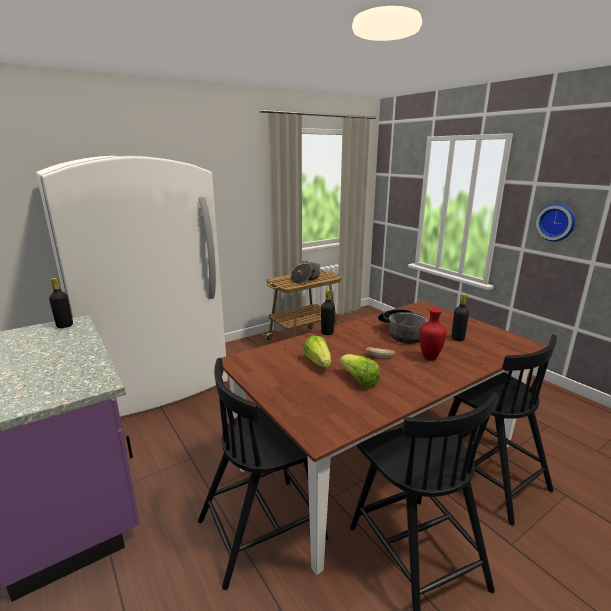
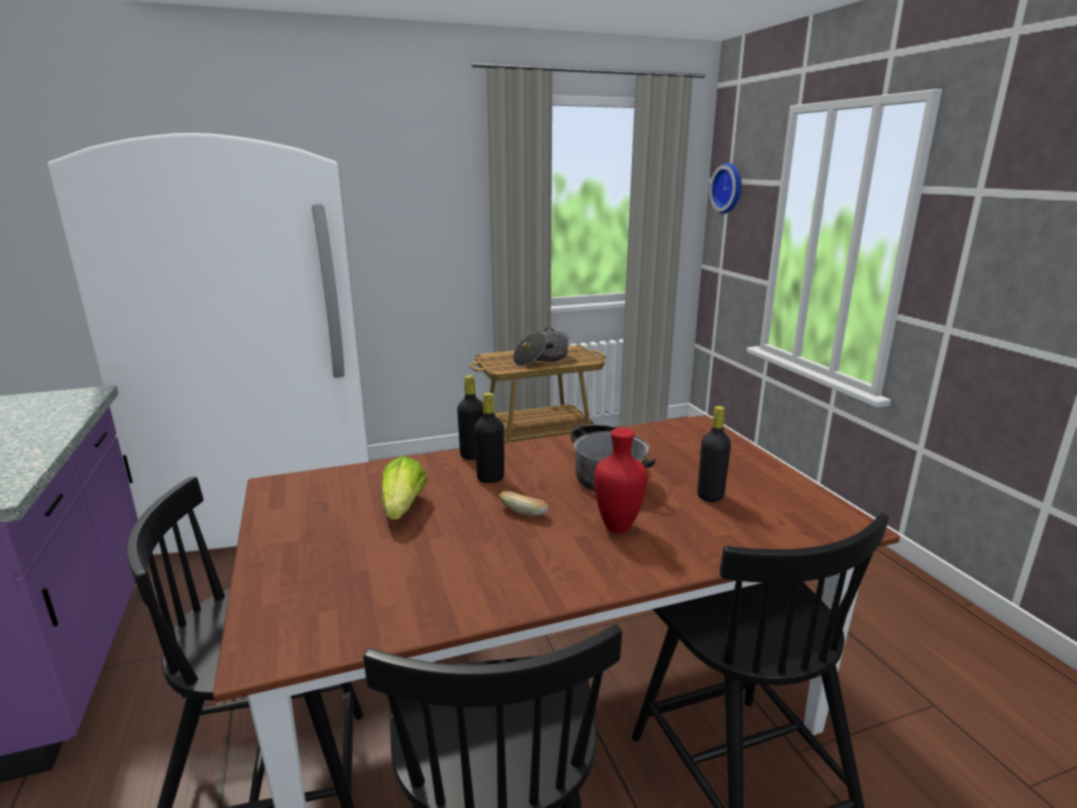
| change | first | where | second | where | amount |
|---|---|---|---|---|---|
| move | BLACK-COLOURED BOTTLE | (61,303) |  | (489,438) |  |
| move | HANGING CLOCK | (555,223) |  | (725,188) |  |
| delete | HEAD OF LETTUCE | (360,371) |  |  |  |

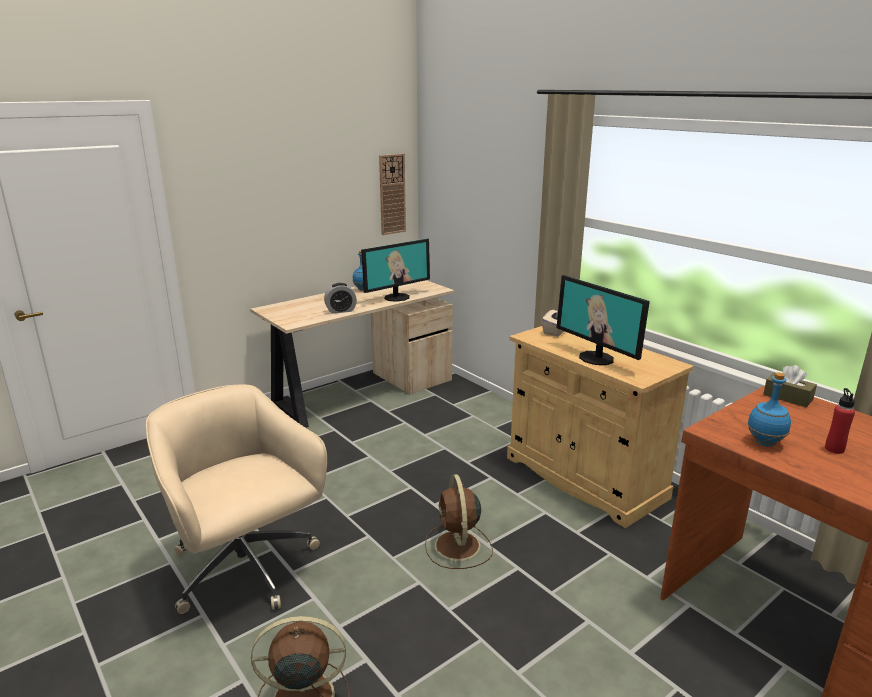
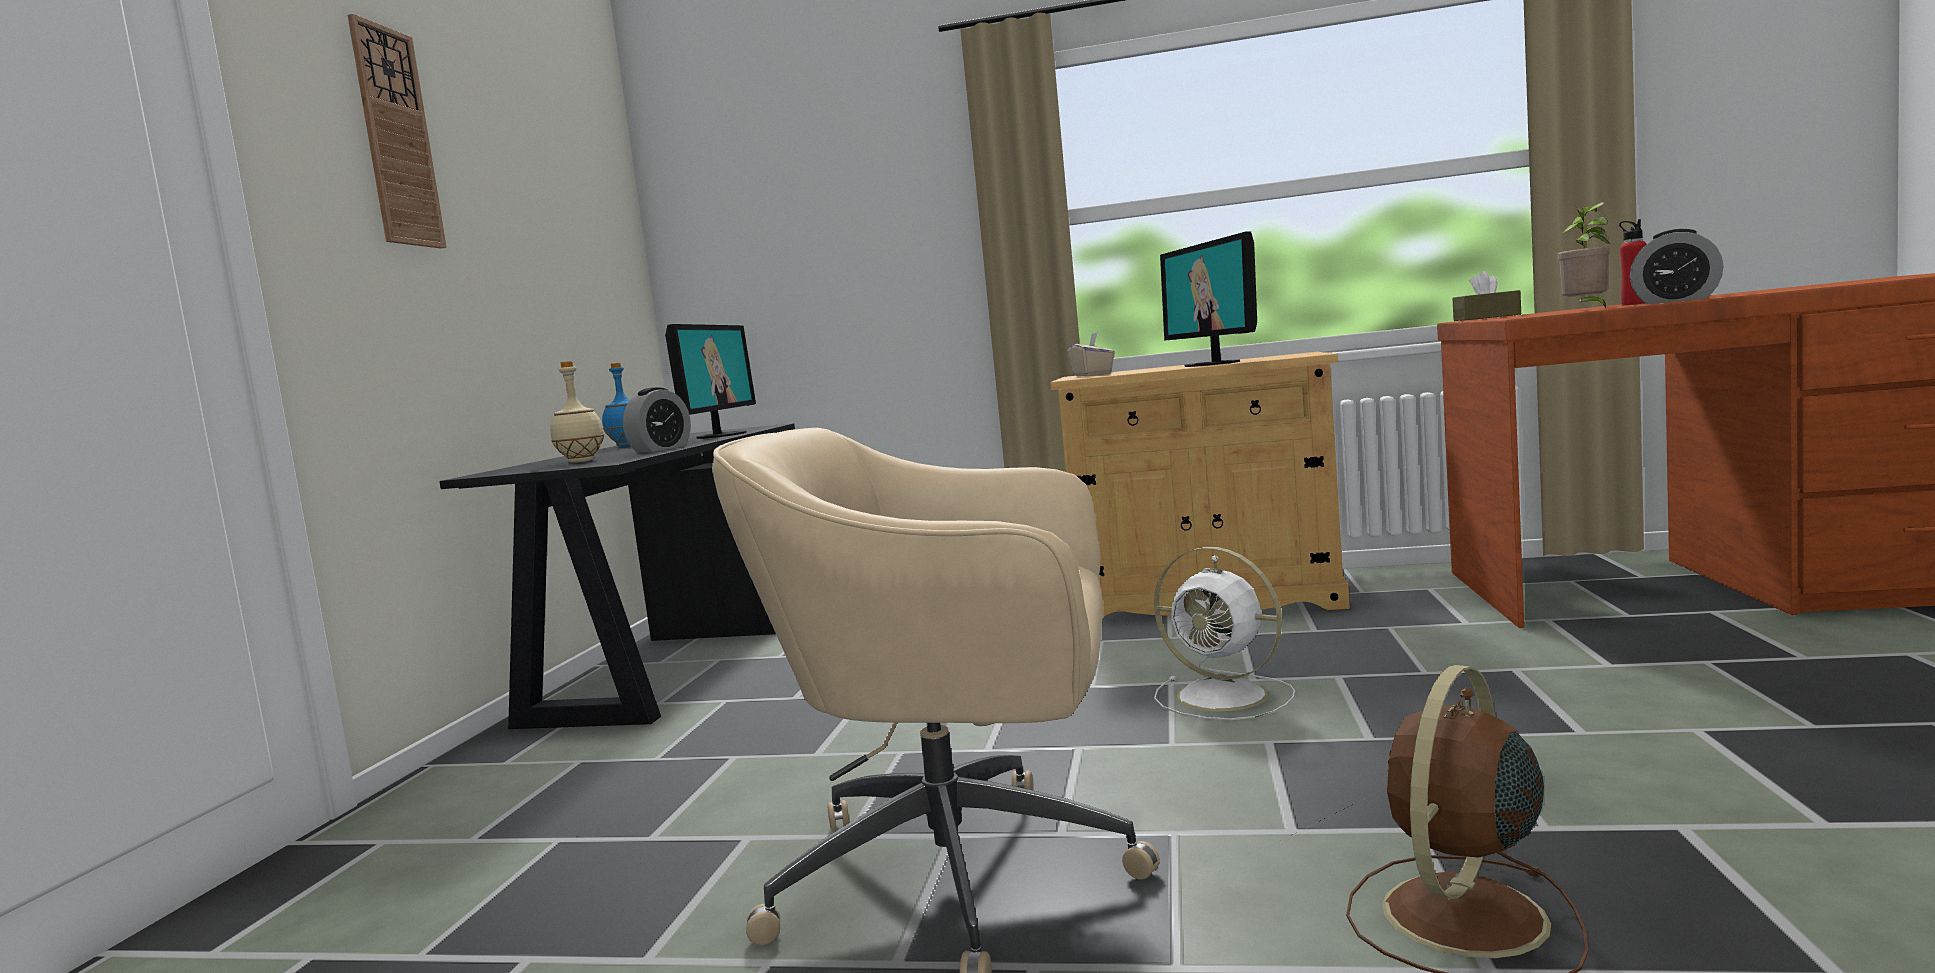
| change | first | where | second | where | amount |
|---|---|---|---|---|---|
| move | HANGING CLOCK | (392,194) |  | (397,131) |  |
| recolor | BEIGE-COLOURED DESK UNIT | (352,354) | BLACK-COLOURED DESK UNIT | (617,576) |  |
| insert |  |  | BEIGE-COLOURED BOTTLE | (577,412) |  |
| recolor | BROWN FAN | (459,521) | WHITE FAN | (1224,633) |  |
| rotate | COMPUTER SCREEN | (603,320) |  | (1208,299) | 60 degrees clockwise |
| replace | BLUE-COLOURED BOTTLE | (769,409) | POTTED PLANT | (1583,255) |  |
| insert |  |  | ALARM CLOCK | (1677,266) |  |

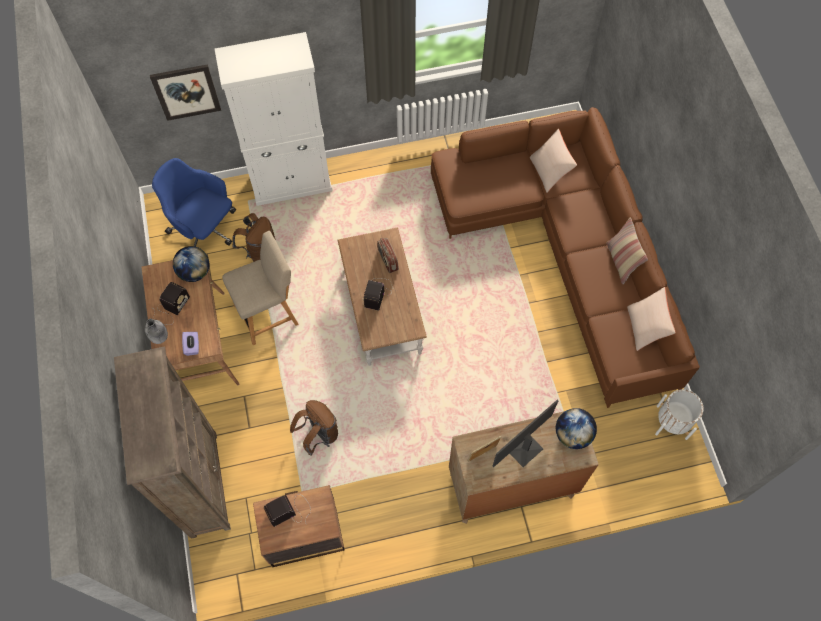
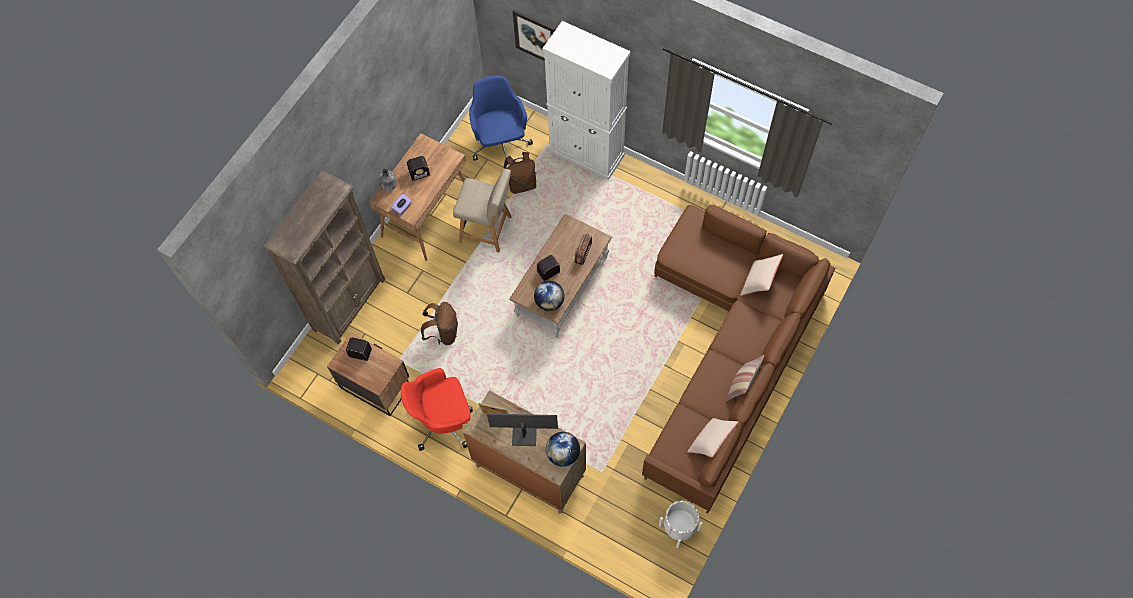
| change | first | where | second | where | amount |
|---|---|---|---|---|---|
| insert |  |  | RED-COLOURED DESK CHAIR | (437,409) |  |
| move | DESK GLOBE | (191,264) |  | (549,296) |  |

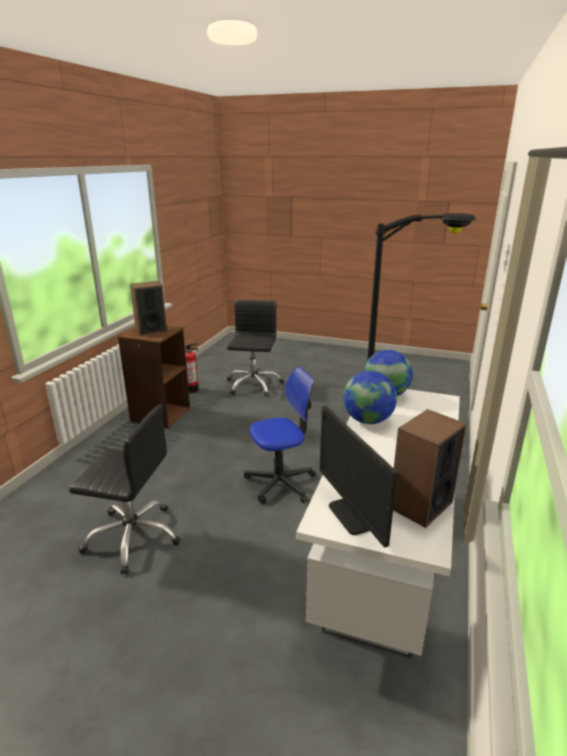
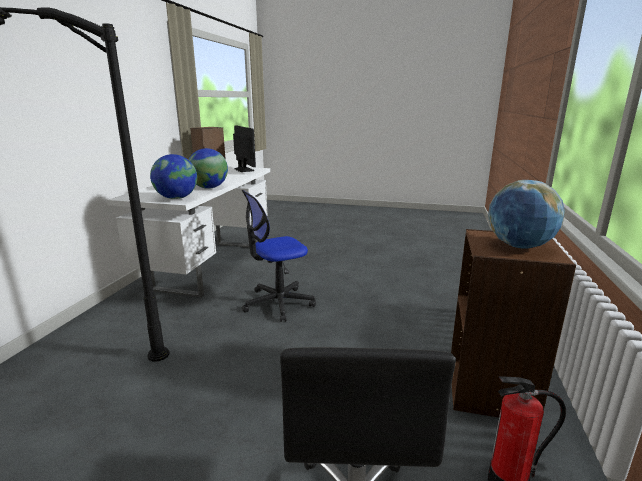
| change | first | where | second | where | amount |
|---|---|---|---|---|---|
| replace | SPEAKER | (148,308) | DESK GLOBE | (526,214) |  |
| delete | BLACK-COLOURED DESK CHAIR | (125,489) |  |  |  |

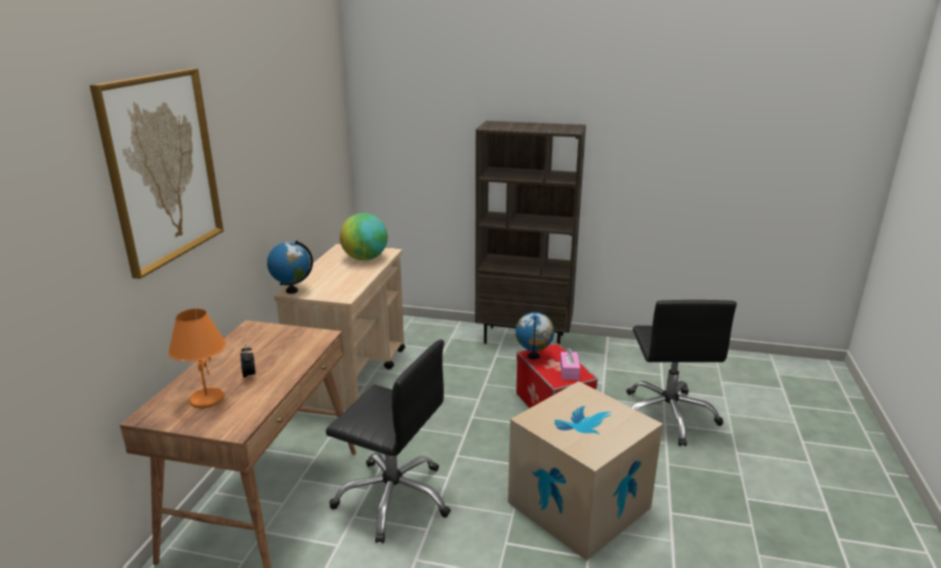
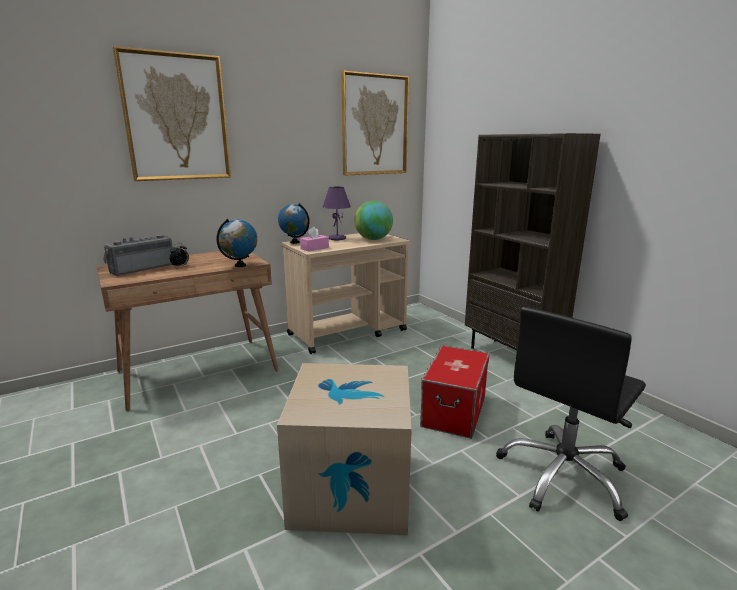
| change | first | where | second | where | amount |
|---|---|---|---|---|---|
| replace | ORANGE LAMP FOR A TABLE | (197,358) | RADIO SET | (138,255) |  |
| move | DESK GLOBE | (534,336) |  | (236,243) |  |
| move | PINK TISSUE HOLDER | (570,364) |  | (314,239) |  |
| insert |  |  | PURPLE LAMP FOR A TABLE | (337,213) |  |
| insert |  |  | PICTURE | (375,123) |  |
| delete | BLACK-COLOURED DESK CHAIR | (388,441) |  |  |  |

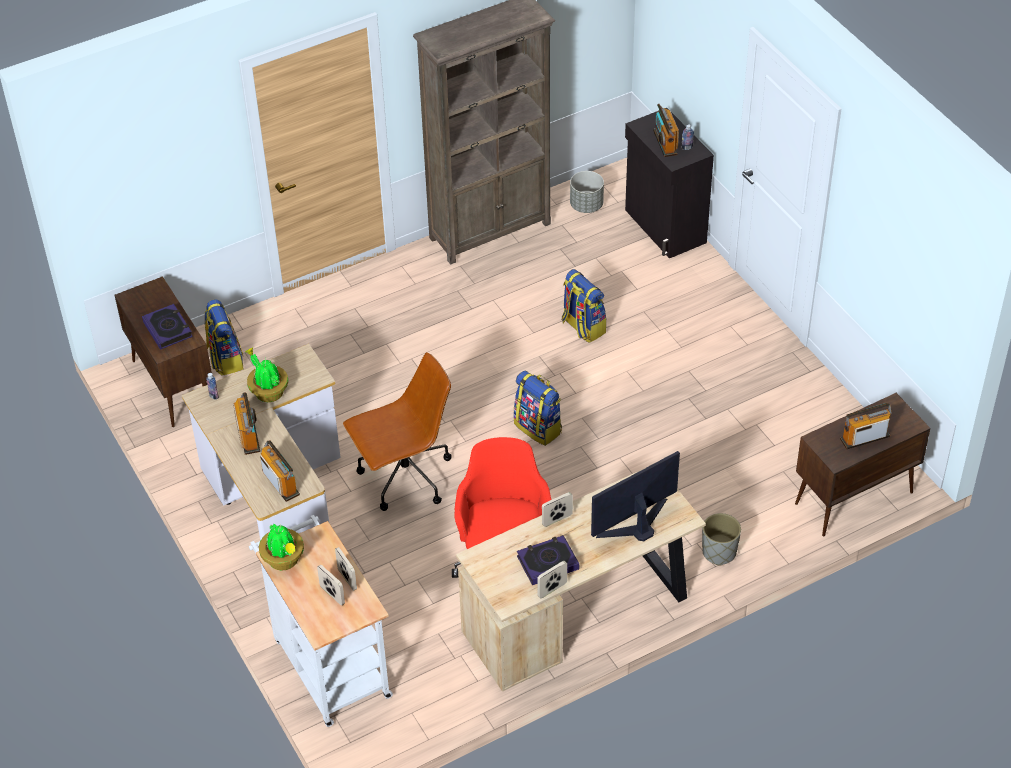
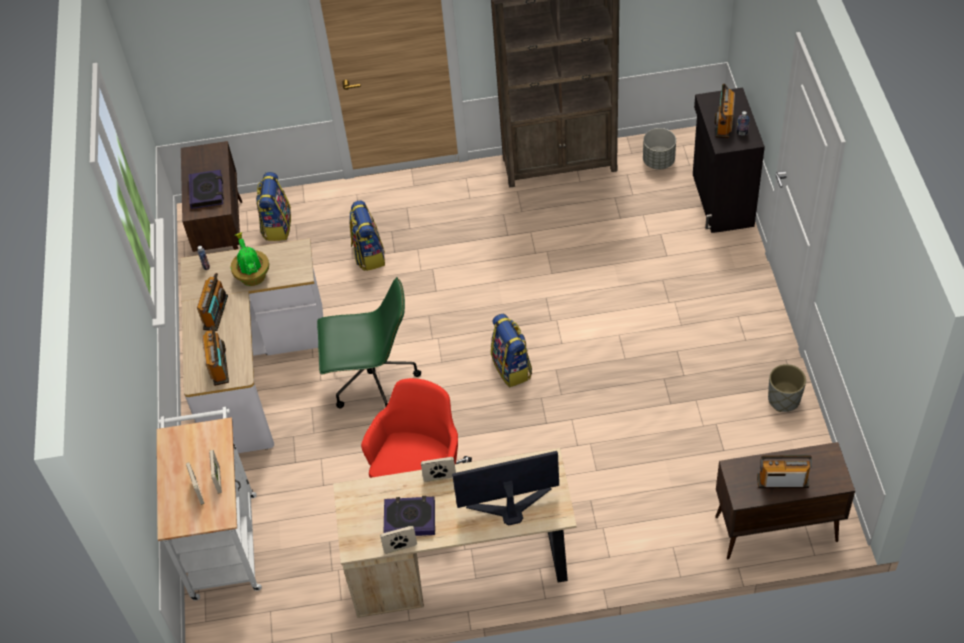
| change | first | where | second | where | amount |
|---|---|---|---|---|---|
| recolor | BROWN DESK CHAIR | (397,431) | GREEN DESK CHAIR | (369,343) |  |
| move | BACKPACK | (584,306) |  | (367,235) |  |
| move | GRAY PLANT POT | (721,539) |  | (787,388) |  |
| delete | POTTED PLANT | (281,547) |  |  |  |

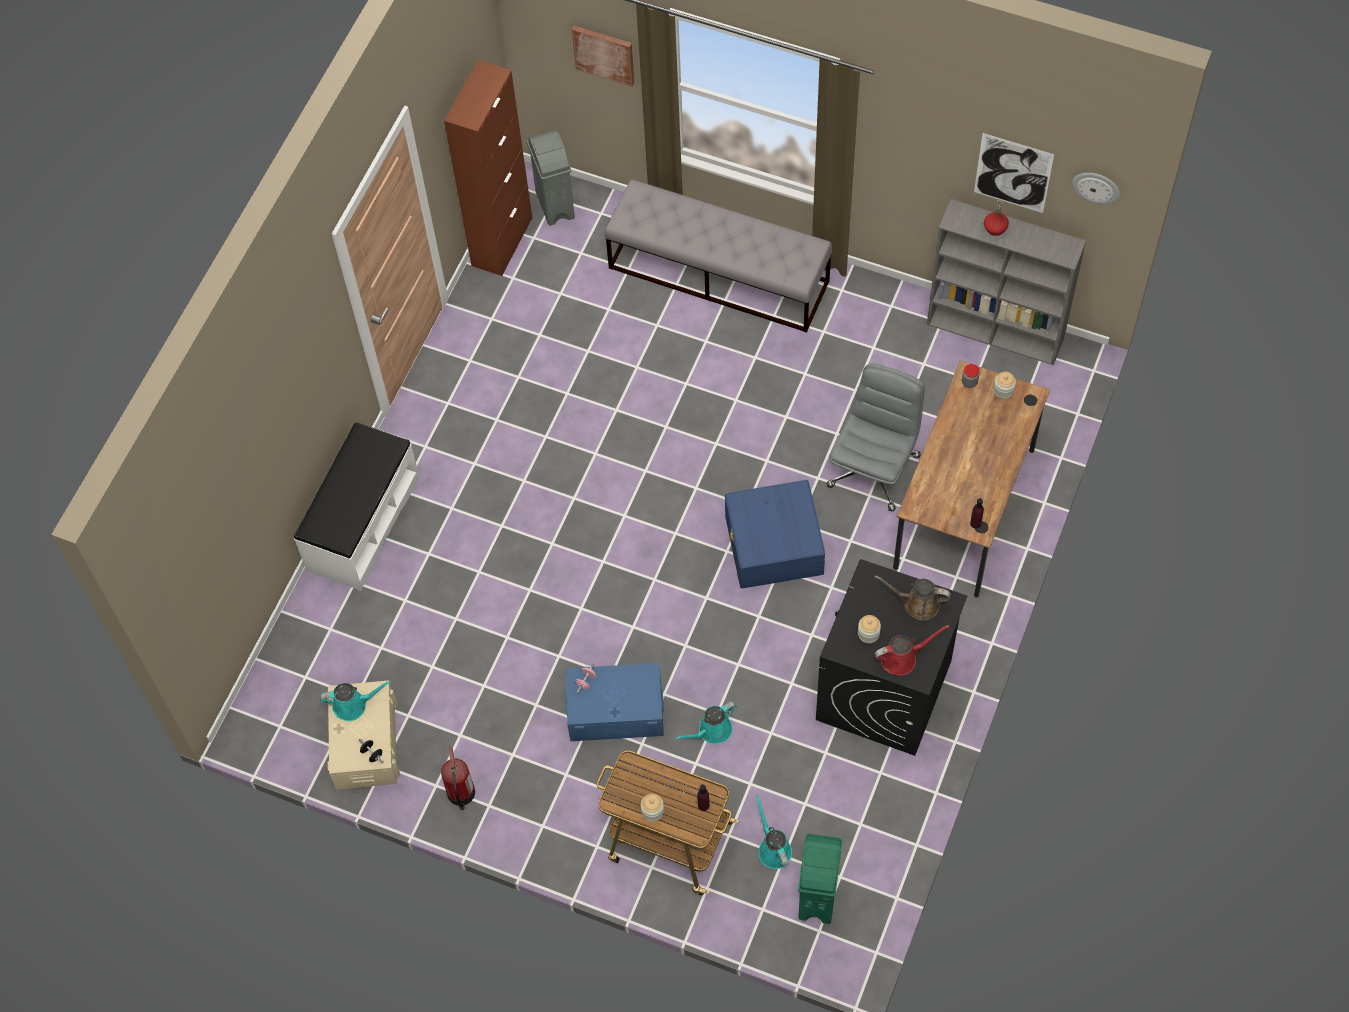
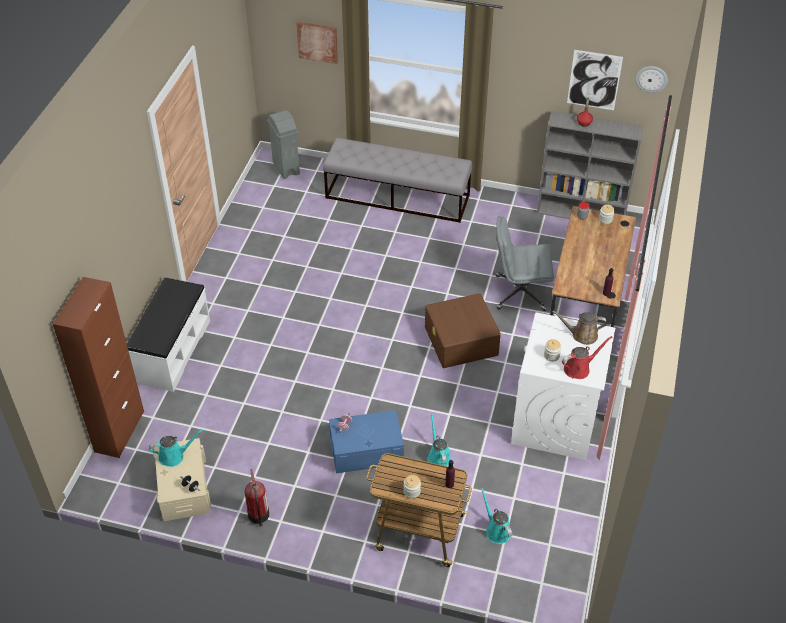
| change | first | where | second | where | amount |
|---|---|---|---|---|---|
| move | BROWN CUPBOARD | (488,168) |  | (98,367) |  |
| recolor | BLUE-COLOURED STORAGE BIN | (775,534) | BROWN STORAGE BIN | (463,330) |  |
| rotate | TURQUOISE-COLOURED WATERING POT | (706,722) |  | (439,440) | 120 degrees clockwise |
| rotate | GRAY DESK CHAIR | (875,437) |  | (525,263) | 105 degrees counterclockwise |
| recolor | BLACK-COLOURED LAUNDRY APPLIANCE | (891,657) | WHITE LAUNDRY APPLIANCE | (563,386) |  |
| delete | GREEN WASTE BIN | (820,879) |  |  |  |

